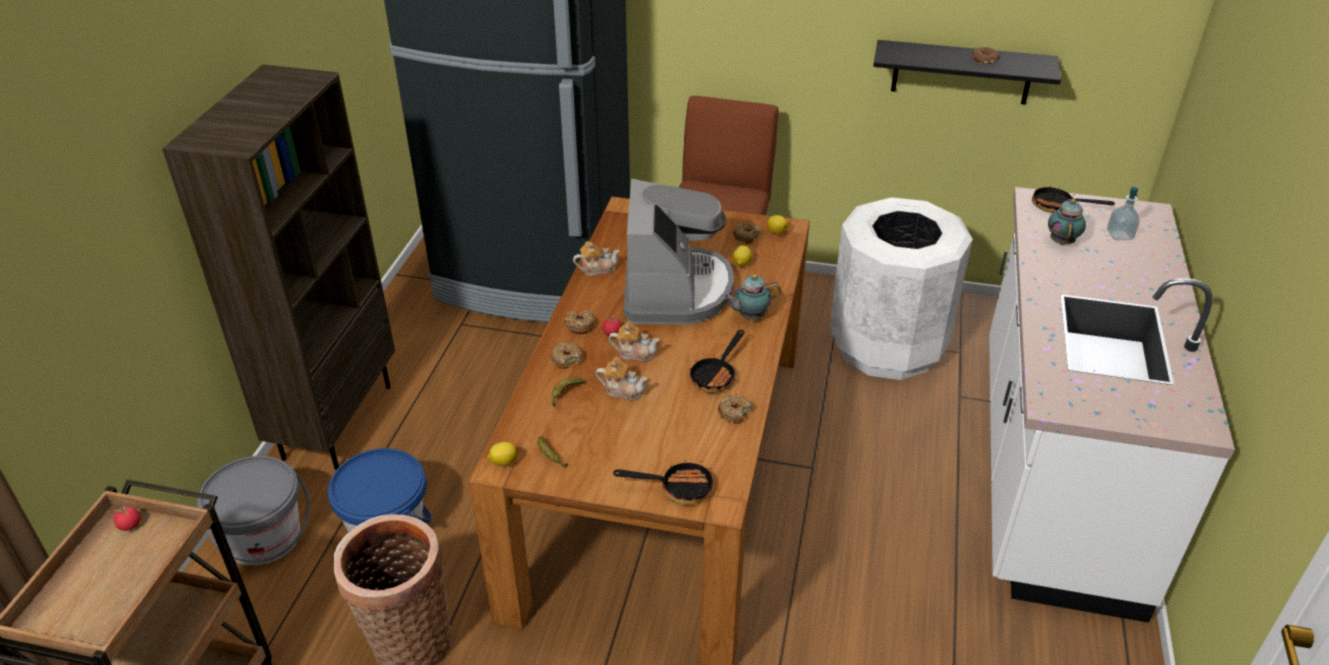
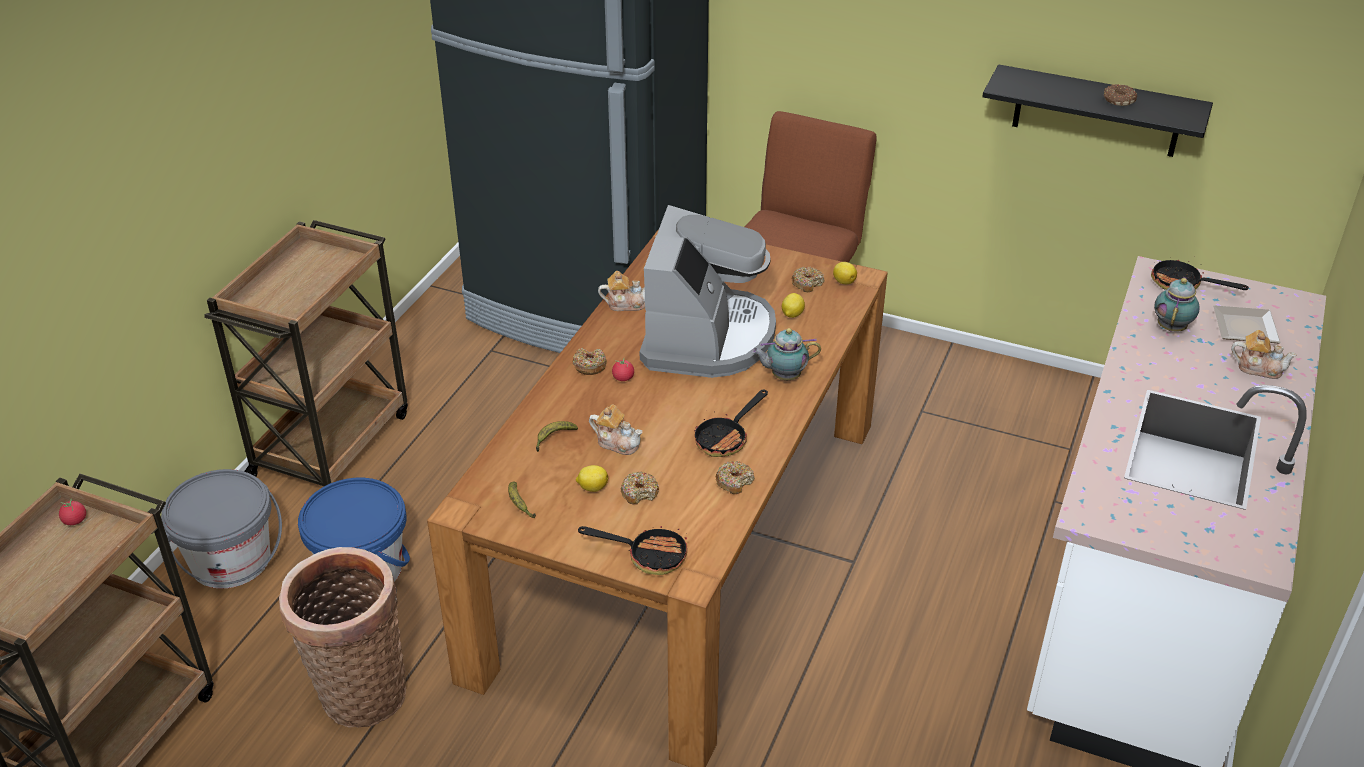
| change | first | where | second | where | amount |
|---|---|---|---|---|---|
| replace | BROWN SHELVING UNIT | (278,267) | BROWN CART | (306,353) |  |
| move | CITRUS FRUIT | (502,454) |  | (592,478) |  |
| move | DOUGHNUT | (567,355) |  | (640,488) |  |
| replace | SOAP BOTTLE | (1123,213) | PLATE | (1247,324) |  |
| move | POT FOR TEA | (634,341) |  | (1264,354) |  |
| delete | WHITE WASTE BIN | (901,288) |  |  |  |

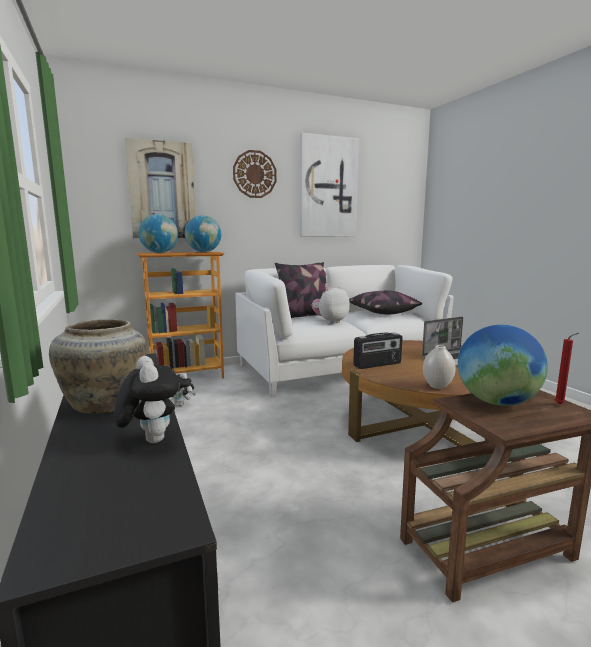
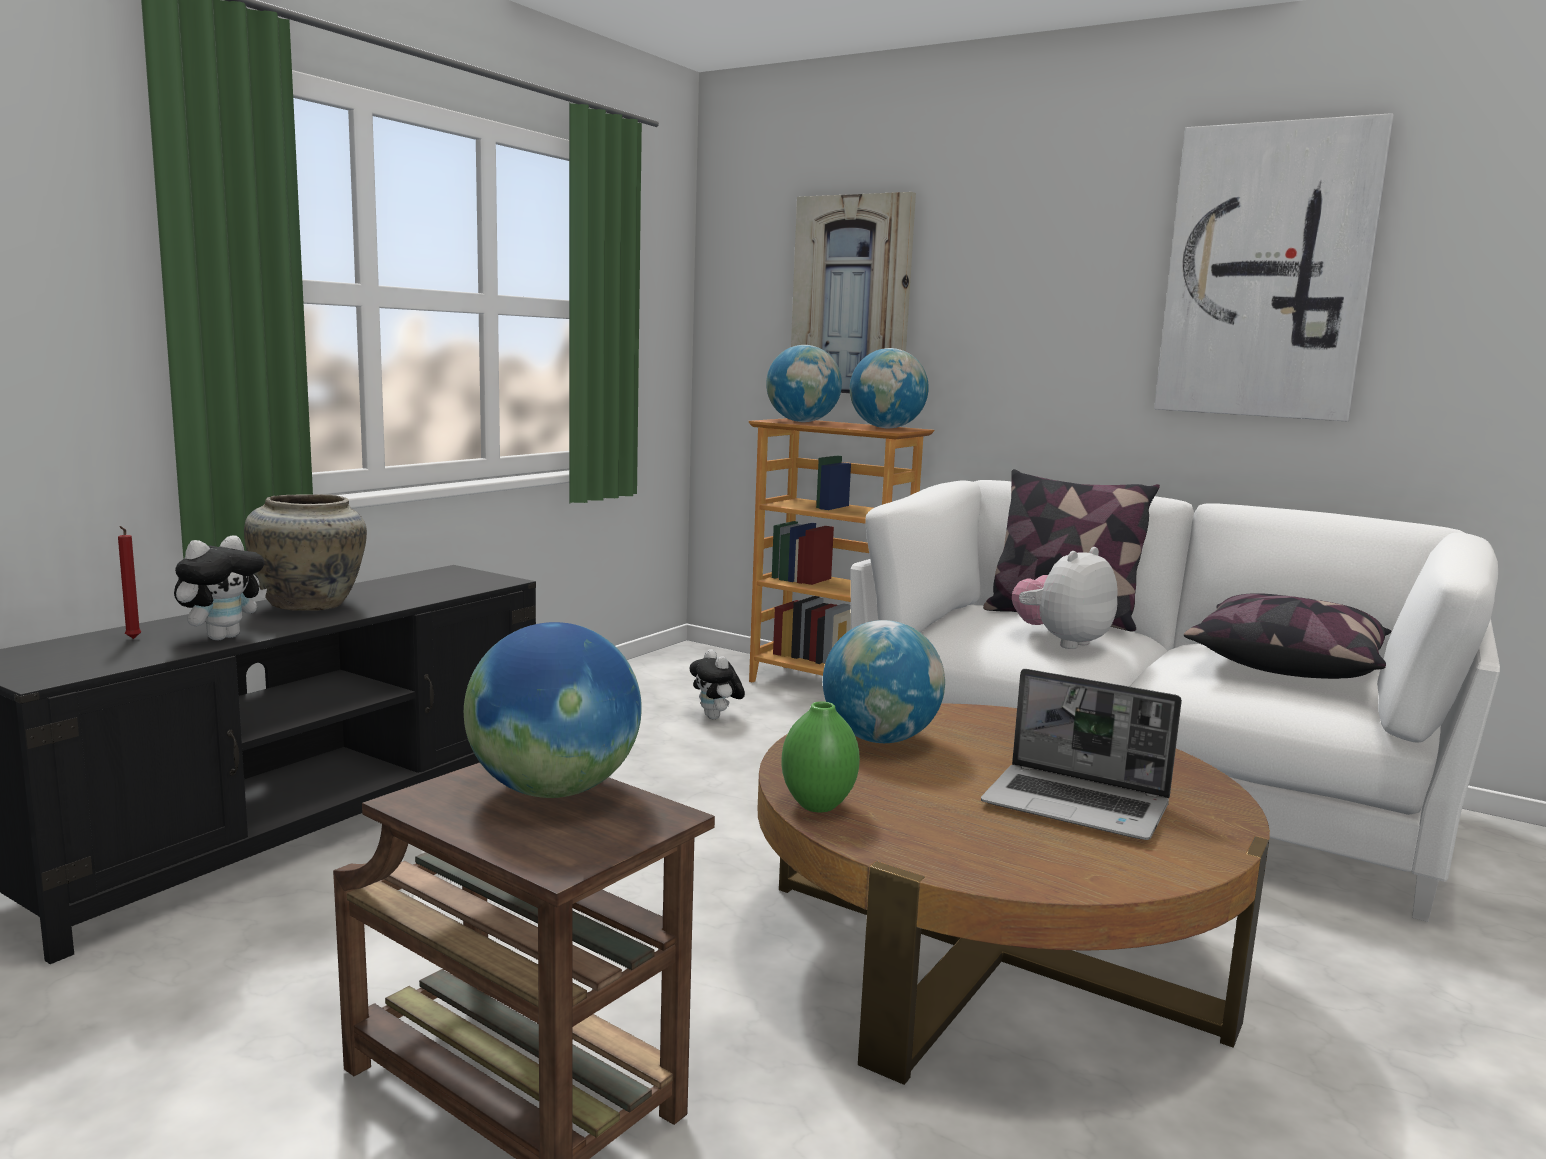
| change | first | where | second | where | amount |
|---|---|---|---|---|---|
| move | RED-COLOURED WAX CANDLE | (567,369) |  | (129,582) |  |
| recolor | WHITE DECORATIVE VASE | (439,367) | GREEN DECORATIVE VASE | (820,757) |  |
| replace | RADIO SET | (378,351) | DESK GLOBE | (884,681) |  |
| rotate | SOFT TOY | (330,305) |  | (1065,598) | 60 degrees counterclockwise |
| delete | HANGING CLOCK | (255,174) |  |  |  |

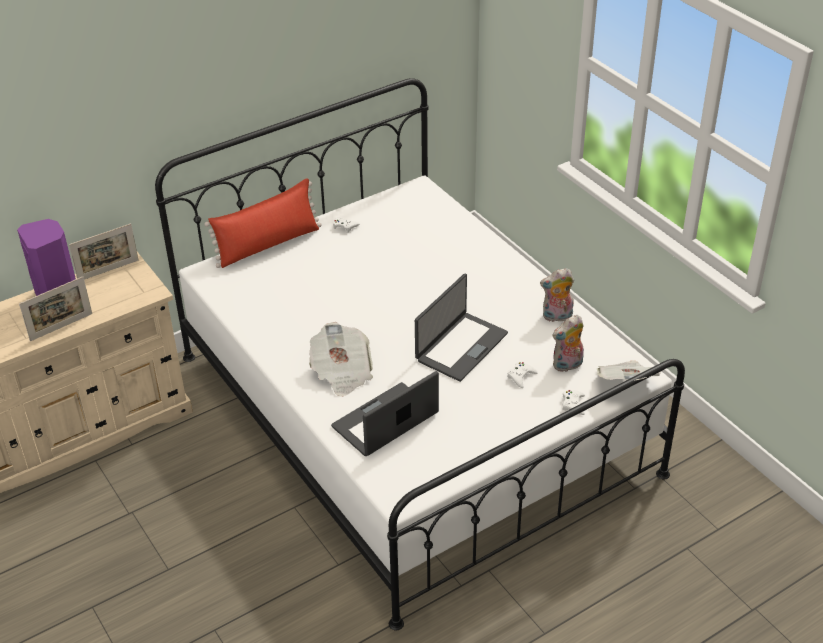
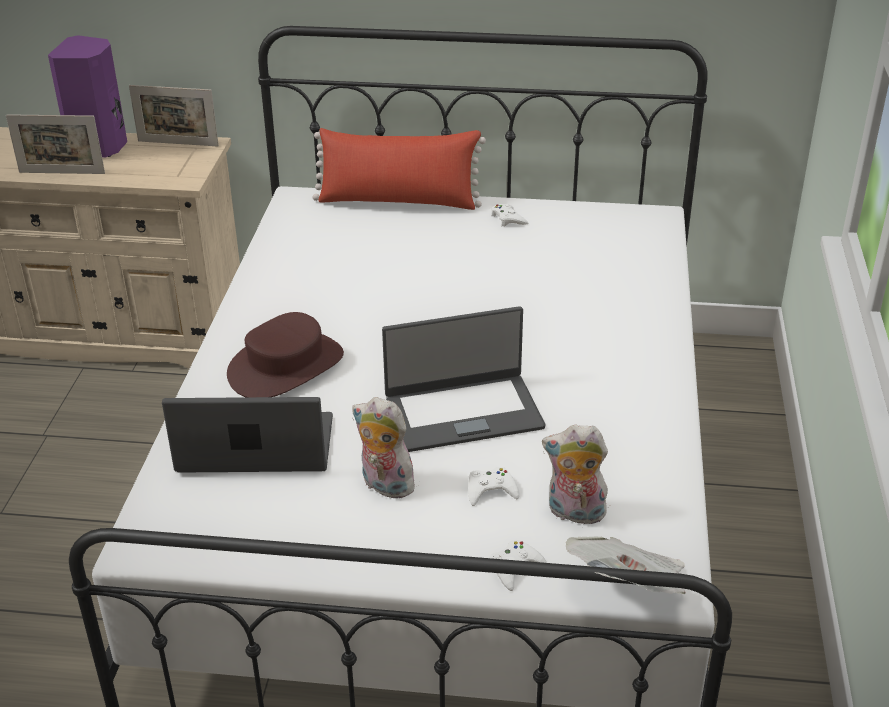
| change | first | where | second | where | amount |
|---|---|---|---|---|---|
| replace | NEWSPAPER | (341,359) | BROWN WEARABLE HAT | (285,354) |  |
| move | SOFT TOY | (557,295) |  | (383,448) |  |

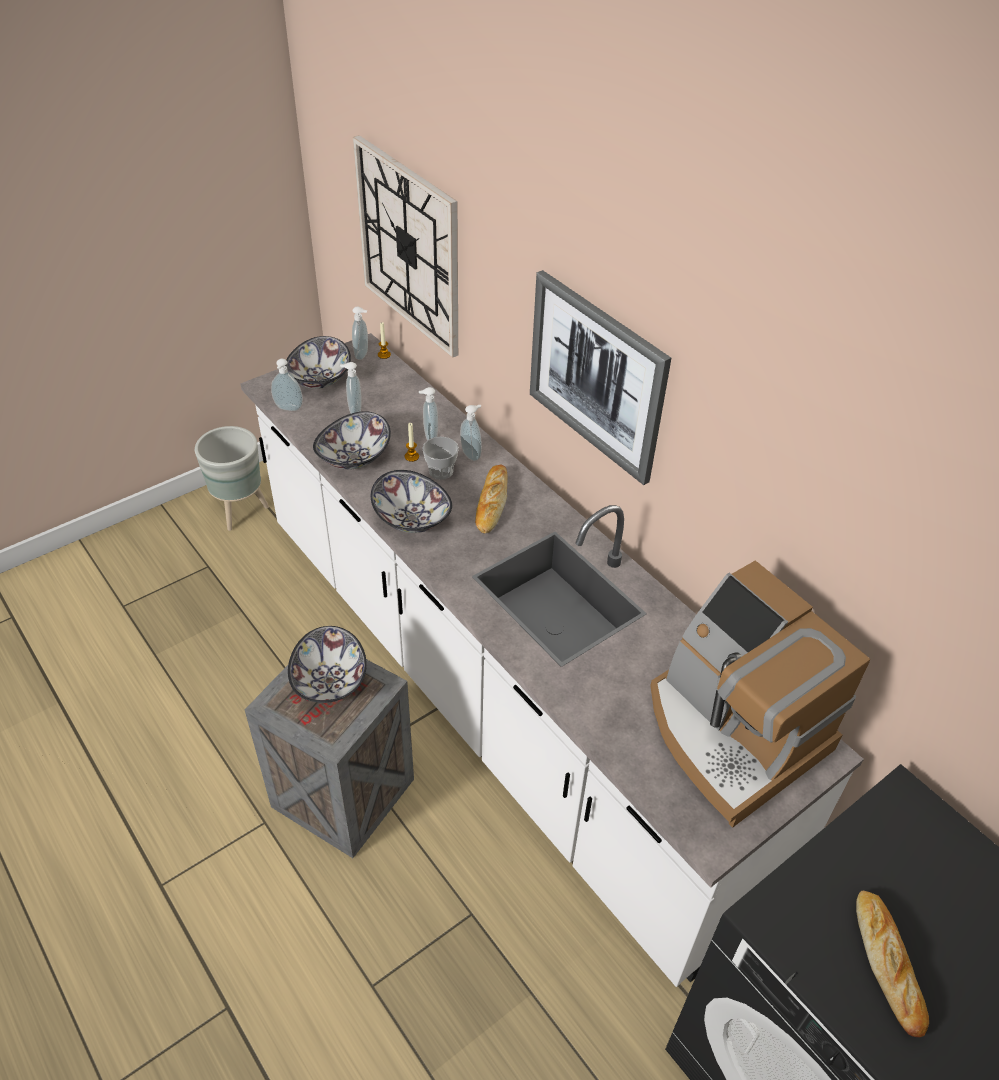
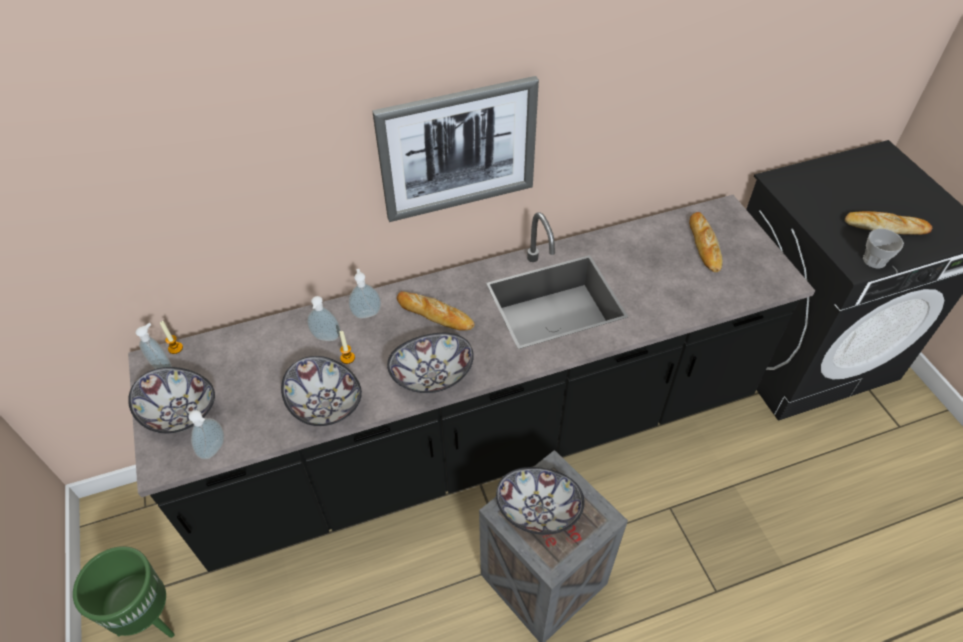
| change | first | where | second | where | amount |
|---|---|---|---|---|---|
| recolor | GRAY PLANT POT | (232,478) | GREEN PLANT POT | (123,592) |  |
| recolor | WHITE COUNTER | (552,660) | BLACK-COLOURED COUNTER | (471,383) |  |
| replace | COFFEE MAKER | (760,694) | BAKERY BREAD | (706,242) |  |
| move | CUP | (440,458) |  | (883,248) |  |
| delete | SOAP BOTTLE | (351,388) |  |  |  |
| delete | HANGING CLOCK | (405,246) |  |  |  |

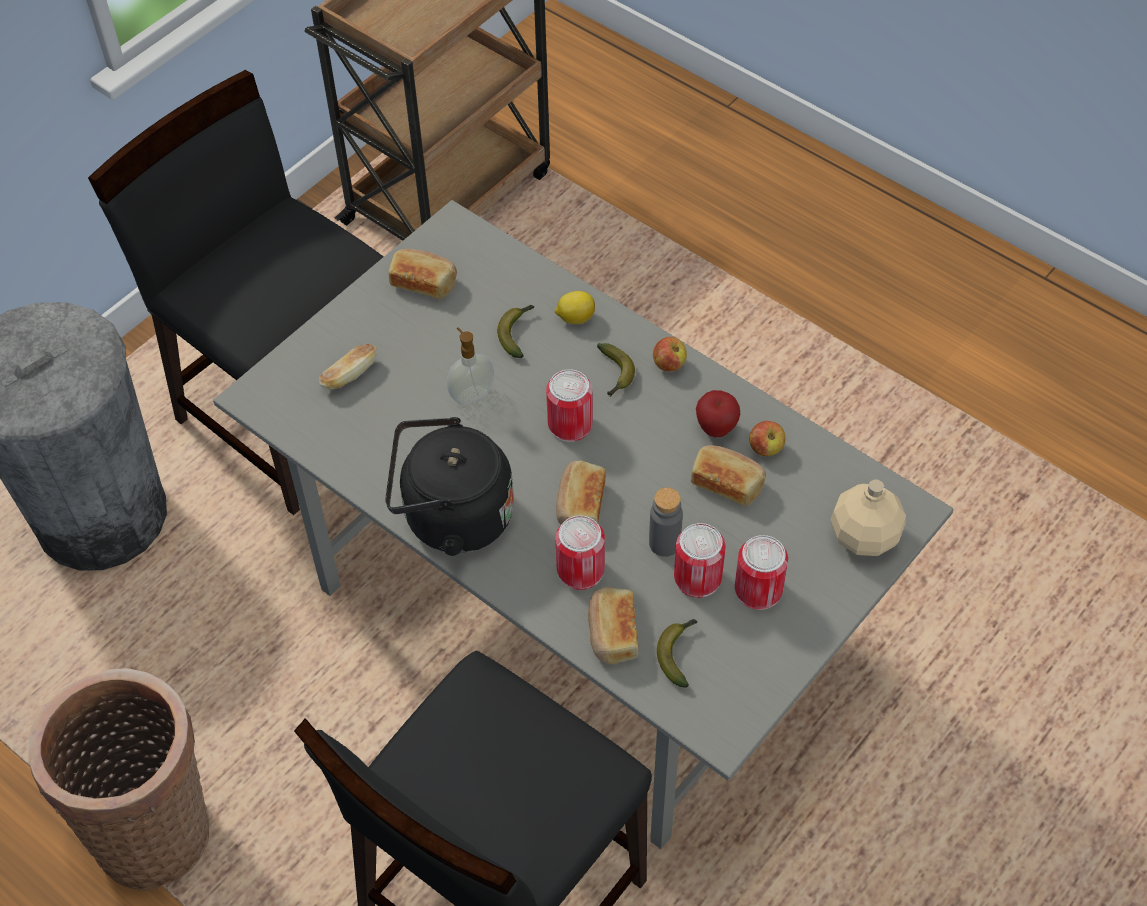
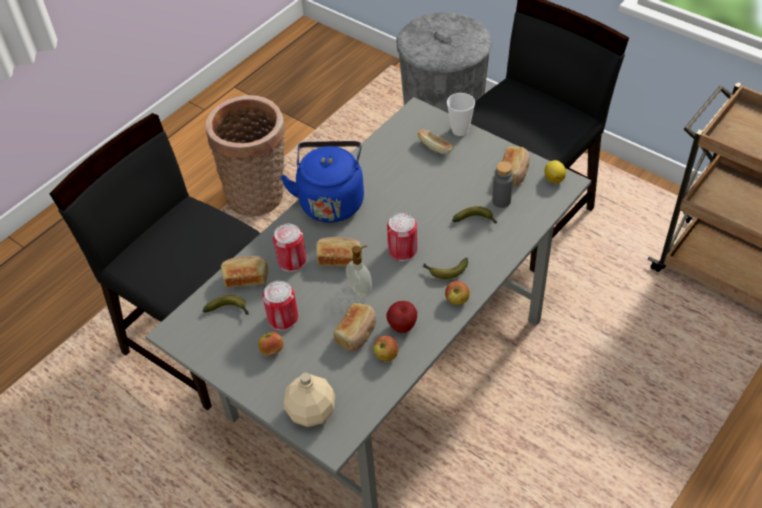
| change | first | where | second | where | amount |
|---|---|---|---|---|---|
| replace | SEALED CAN | (761,572) | APPLE | (271,344) |  |
| recolor | BLACK-COLOURED KETTLE | (449,486) | BLUE-COLOURED KETTLE | (322,182) |  |
| move | SOAP BOTTLE | (470,366) |  | (359,271) |  |
| insert |  |  | CUP | (461,114) |  |
| move | GRAY BOTTLE | (666,522) |  | (502,184) |  |
| move | CITRUS FRUIT | (575,307) |  | (555,171) |  |

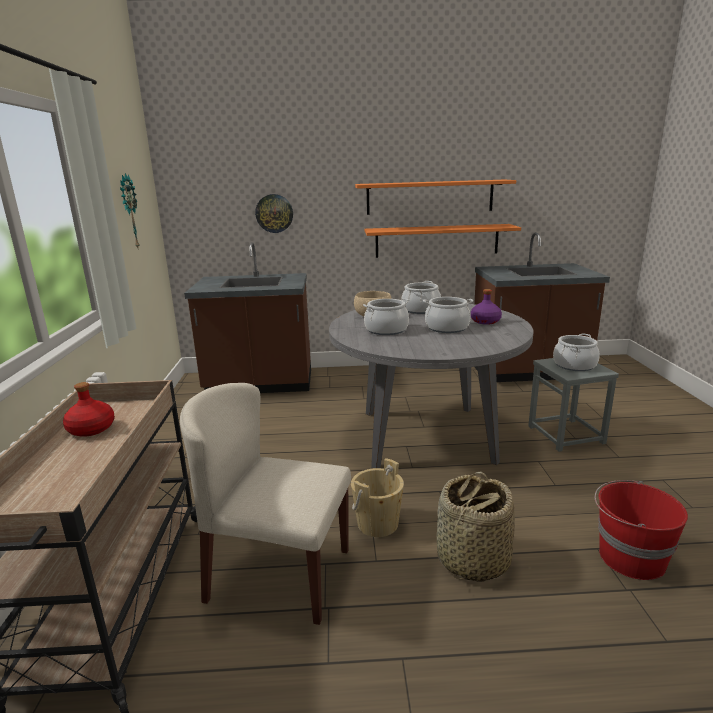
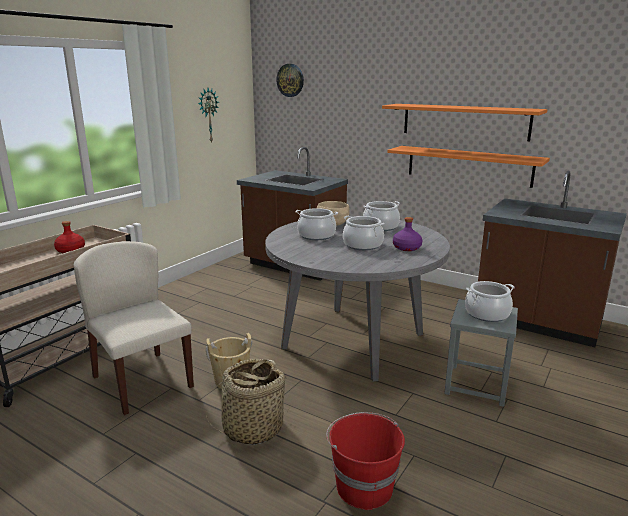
| change | first | where | second | where | amount |
|---|---|---|---|---|---|
| move | HANGING CLOCK | (274,213) |  | (290,80) |  |

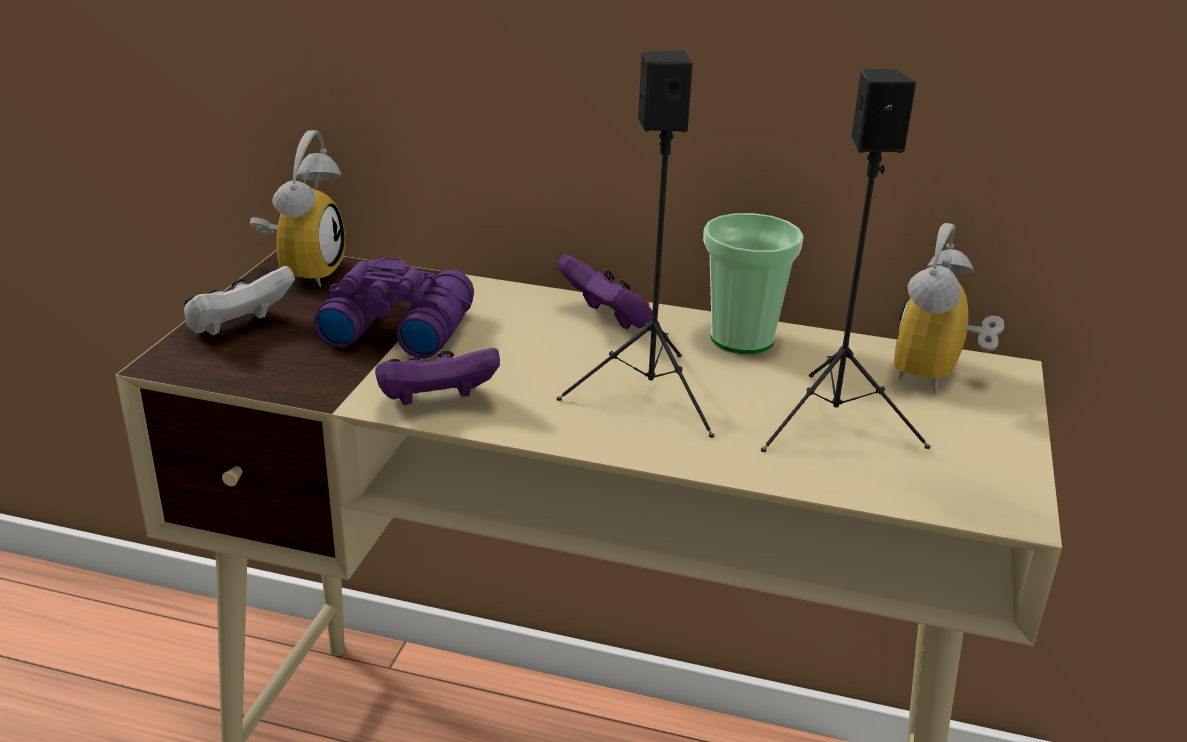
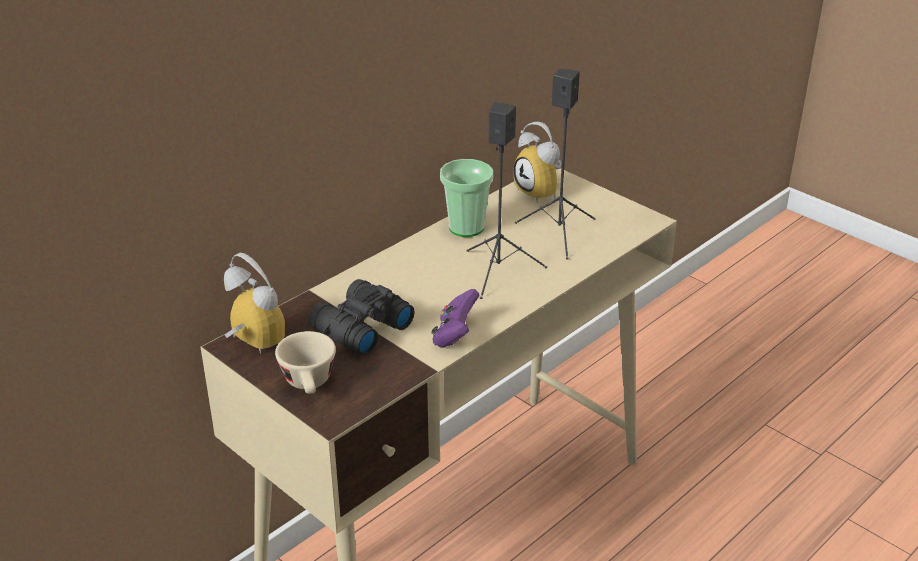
| change | first | where | second | where | amount |
|---|---|---|---|---|---|
| replace | WHITE GAMEPAD | (239,301) | BEIGE-COLOURED CUP | (305,362) |  |
| recolor | PURPLE BINOCULARS | (393,308) | BLACK-COLOURED BINOCULARS | (361,317) |  |
| delete | PURPLE GAMEPAD | (604,291) |  |  |  |

